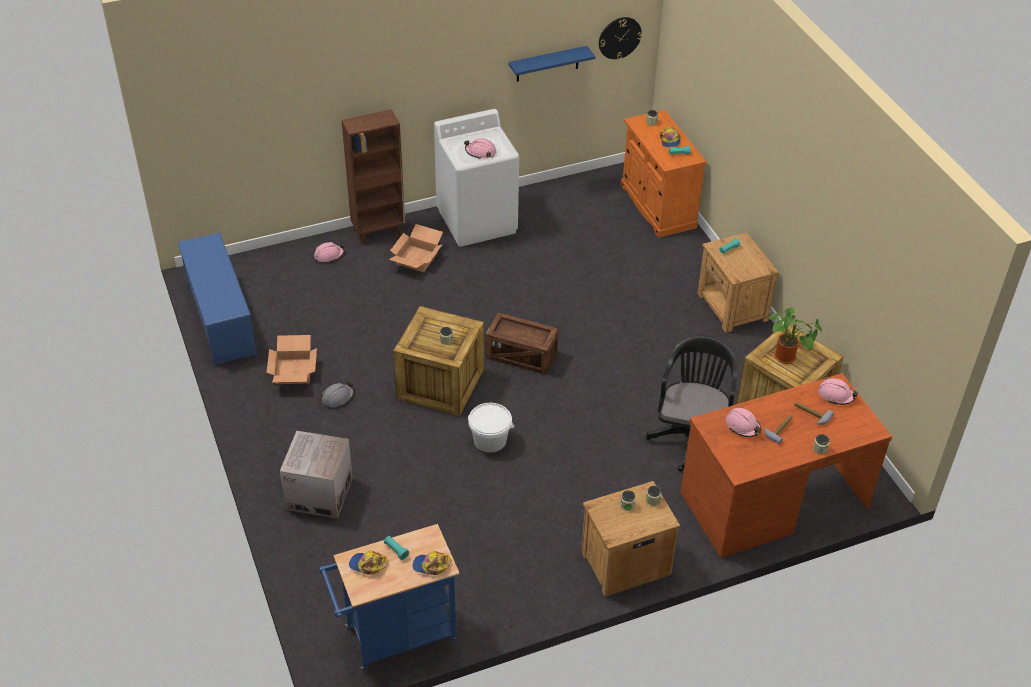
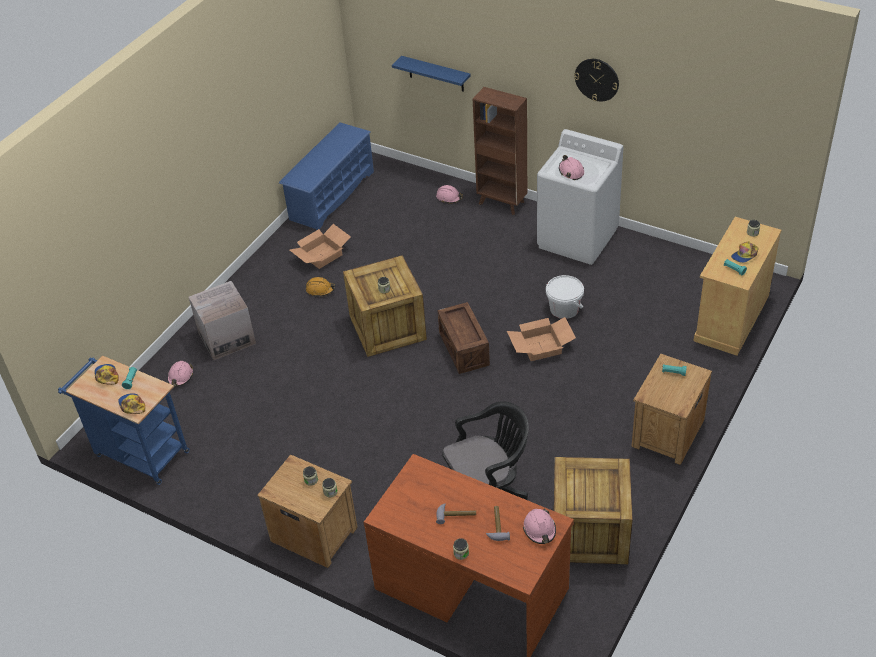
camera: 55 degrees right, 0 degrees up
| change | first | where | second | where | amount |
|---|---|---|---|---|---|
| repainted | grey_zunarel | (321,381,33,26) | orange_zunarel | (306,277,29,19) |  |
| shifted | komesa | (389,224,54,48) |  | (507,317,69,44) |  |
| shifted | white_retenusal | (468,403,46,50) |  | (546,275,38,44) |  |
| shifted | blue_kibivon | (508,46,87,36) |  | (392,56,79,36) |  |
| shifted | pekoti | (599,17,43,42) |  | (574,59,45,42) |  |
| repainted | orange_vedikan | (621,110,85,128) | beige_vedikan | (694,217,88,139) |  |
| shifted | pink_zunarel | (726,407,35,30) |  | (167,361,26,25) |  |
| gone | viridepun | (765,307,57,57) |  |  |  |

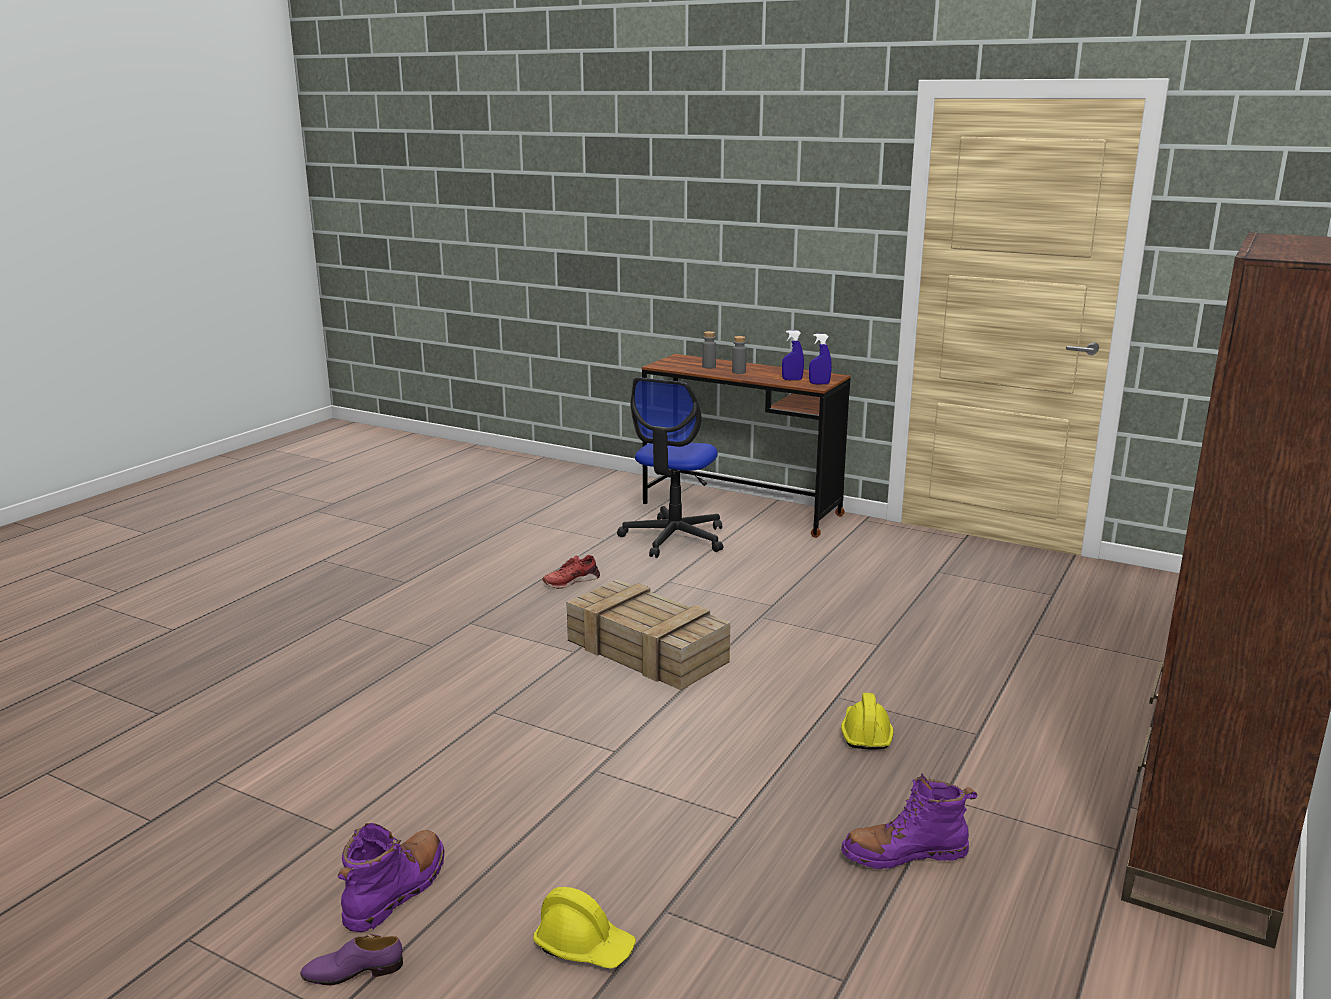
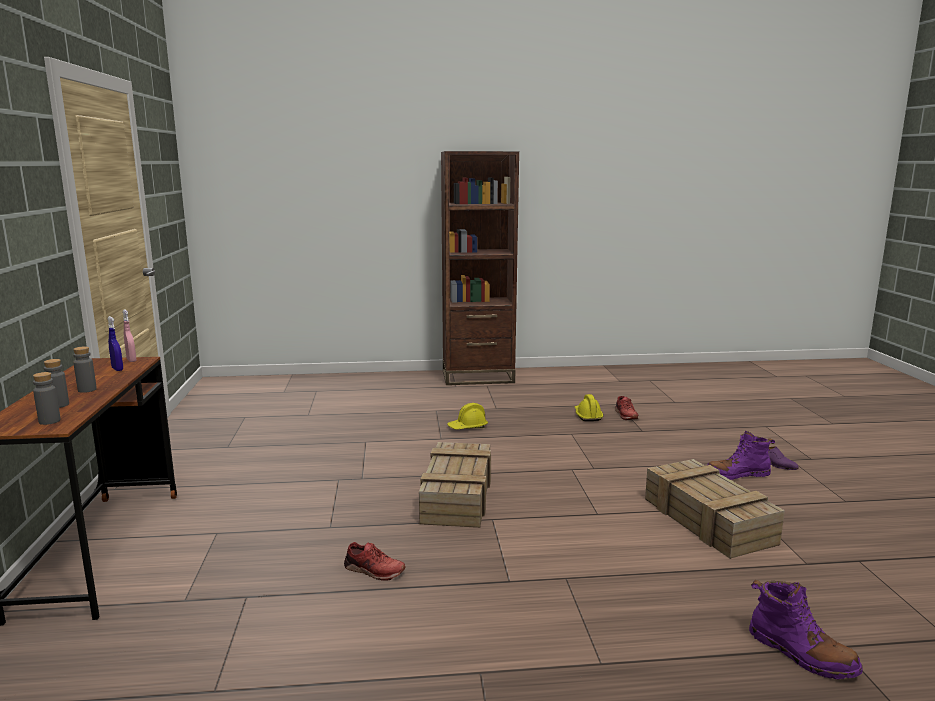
camera: 125 degrees left, 5 degrees down
| change | first | where | second | where | amount |
|---|---|---|---|---|---|
| shifted | yellow_zunarel | (533,887,103,81) |  | (575,394,28,27) |  |
| gone | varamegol | (617,377,106,181) |  |  |  |
| repainted | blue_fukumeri | (809,334,23,50) | pink_fukumeri | (123,310,13,52) |  |
| shifted | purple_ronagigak | (841,773,137,96) |  | (749,580,114,99) |  |
| new |  |  | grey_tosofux | (33,372,28,53) |  |
| new |  |  | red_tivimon | (615,396,23,24) |  |
| new |  |  | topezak | (645,459,140,100) |  |

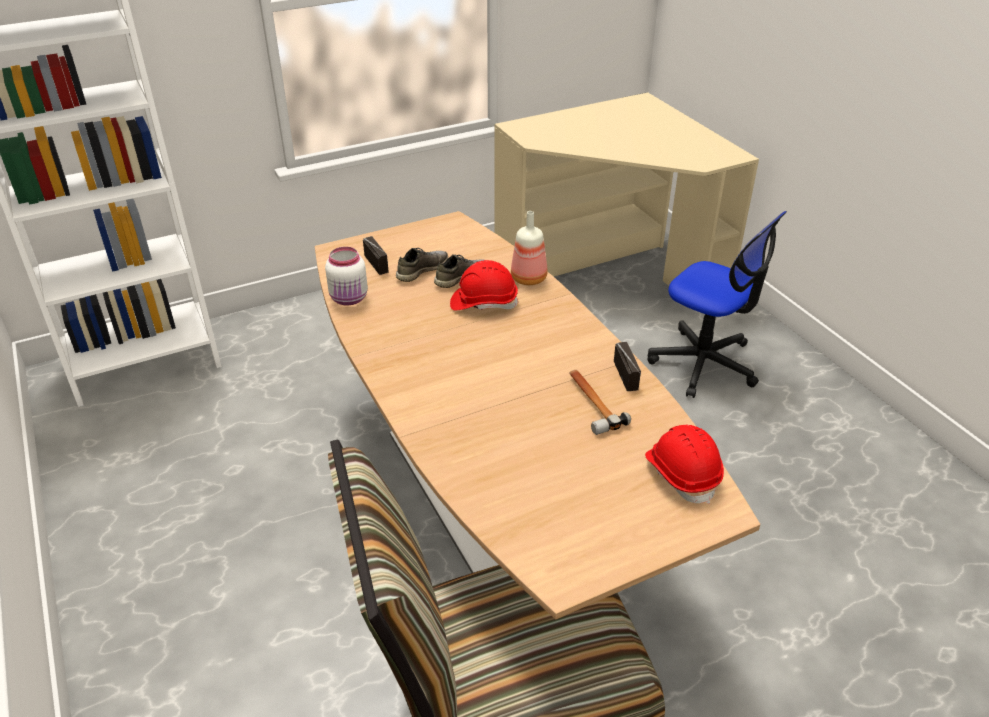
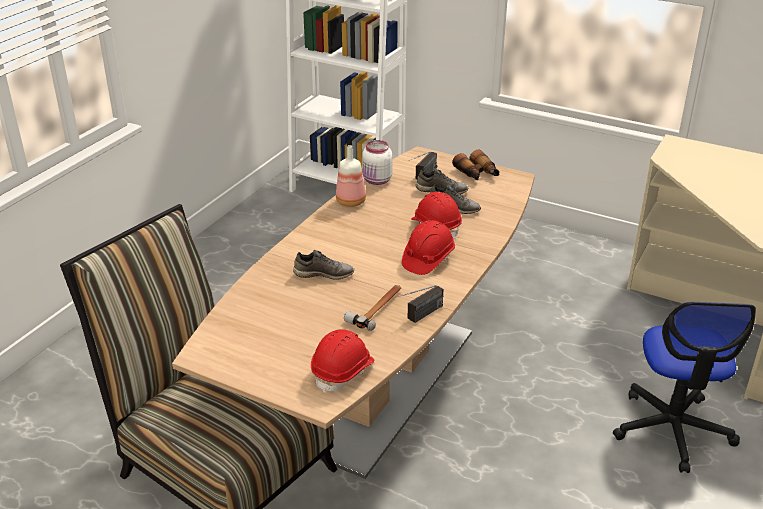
camera: 55 degrees right, 5 degrees down
| change | first | where | second | where | amount |
|---|---|---|---|---|---|
| shifted | tosofux | (511,211,37,74) |  | (336,145,30,62) |  |
| new |  |  | grey_tivimon | (293,250,61,30) |  |
| new |  |  | red_zunarel | (402,220,53,55) |  |
| new |  |  | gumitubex | (452,150,47,31) |  |

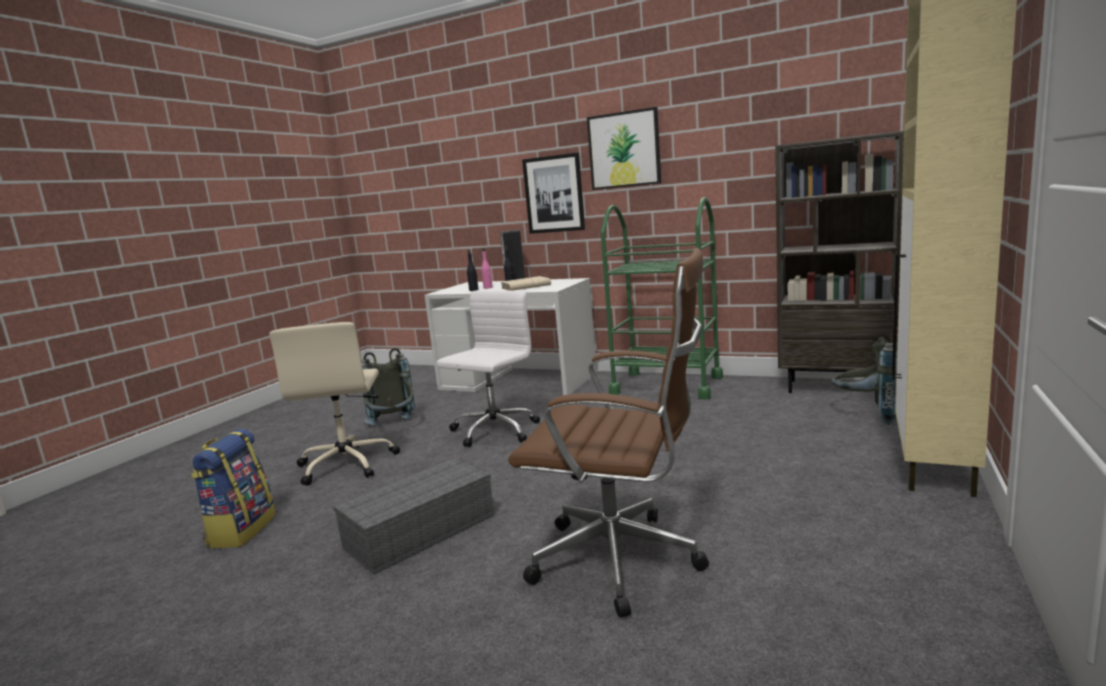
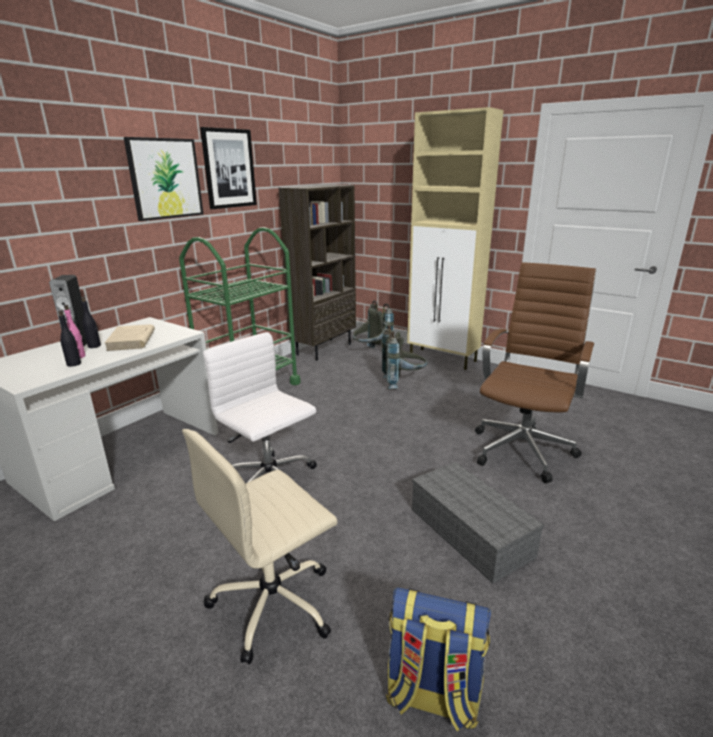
camera: 80 degrees left, 10 degrees up
| change | first | where | second | where | amount |
|---|---|---|---|---|---|
| rotated | beige_varamegol | (269,322,131,164) |  | (182,429,155,236) | 135 degrees clockwise |
| shifted | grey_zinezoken | (362,348,53,77) |  | (382,325,46,64) |  |
| shifted | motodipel | (522,153,63,81) |  | (200,127,57,82) |  |

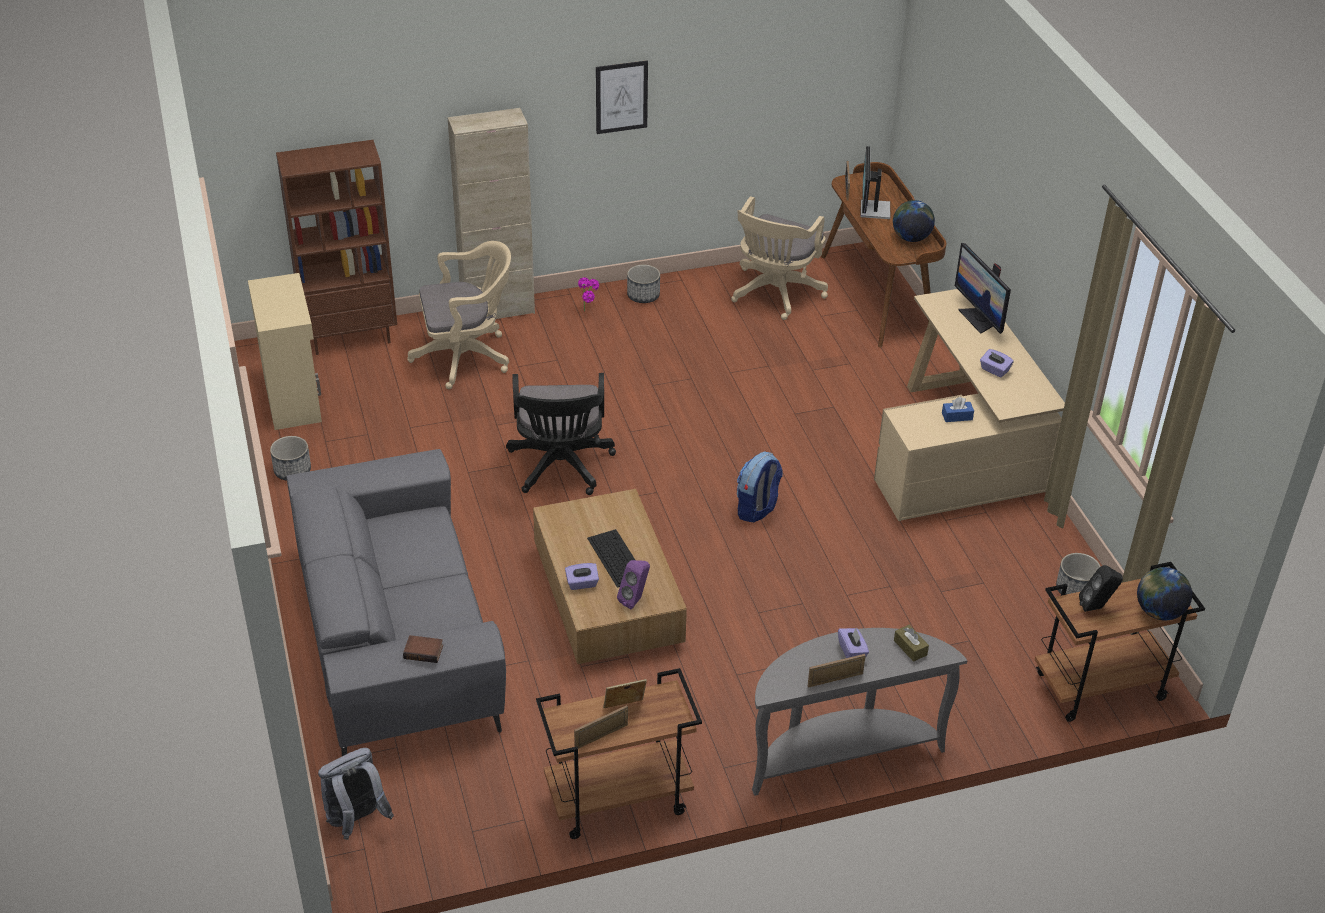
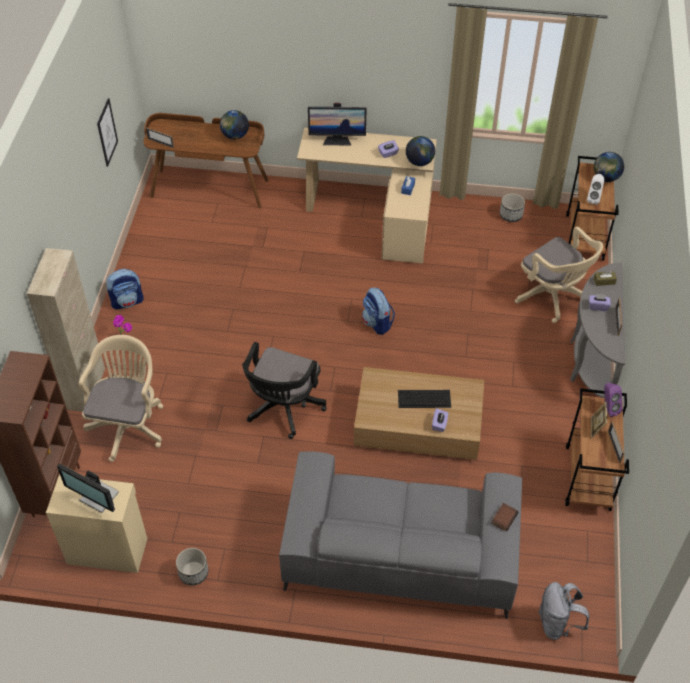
camera: 65 degrees left, 10 degrees up
| change | first | where | second | where | amount |
|---|---|---|---|---|---|
| rotated | black_varamegol | (506,373,110,122) |  | (242,342,84,97) | 90 degrees clockwise |
| shifted | motodipel | (596,60,52,74) |  | (97,98,21,69) |  |
| shifted | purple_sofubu | (617,560,33,49) |  | (604,383,18,34) |  |
| swapped | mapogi | (627,265,33,38) | zinezoken | (107,269,37,41) |  |
| shifted | beige_varamegol | (731,196,97,124) |  | (515,226,88,97) |  |
| shifted | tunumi | (860,146,30,73) |  | (57,463,62,50) |  |
| repainted | black_sofubu | (1079,565,44,47) | white_sofubu | (587,174,17,30) |  |
| new |  |  | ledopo | (406,136,29,30) |  |

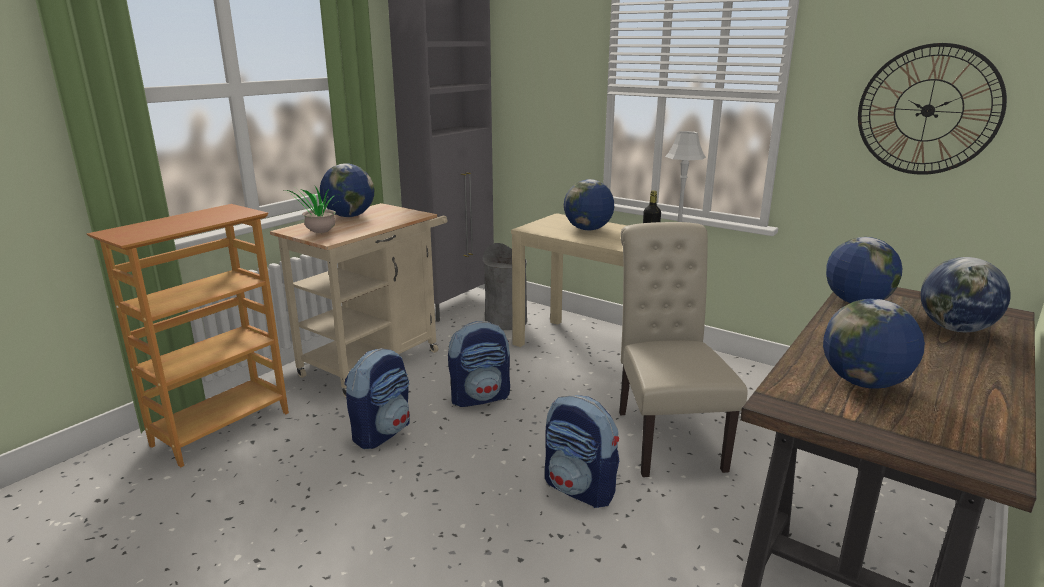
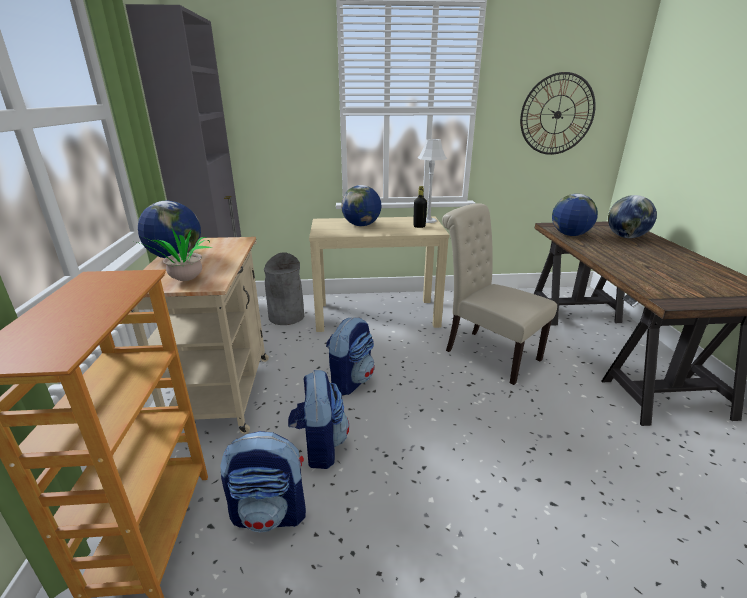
camera: 40 degrees left, 5 degrees up
| change | first | where | second | where | amount |
|---|---|---|---|---|---|
| shifted | zinezoken | (545,395,74,113) |  | (220,431,86,101) |  |
| gone | ledopo | (823,299,102,89) |  |  |  |

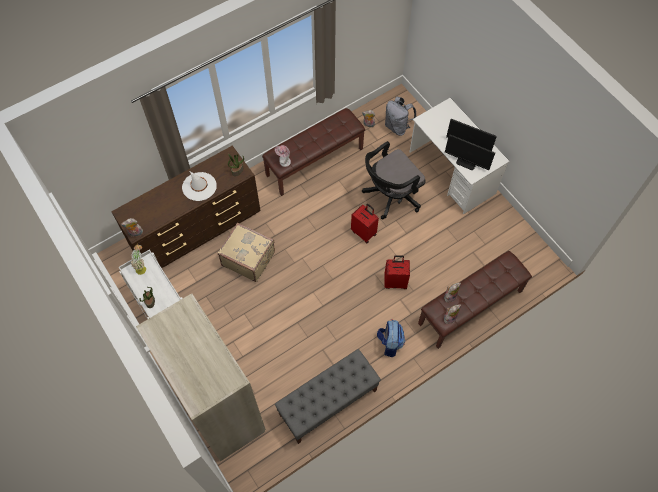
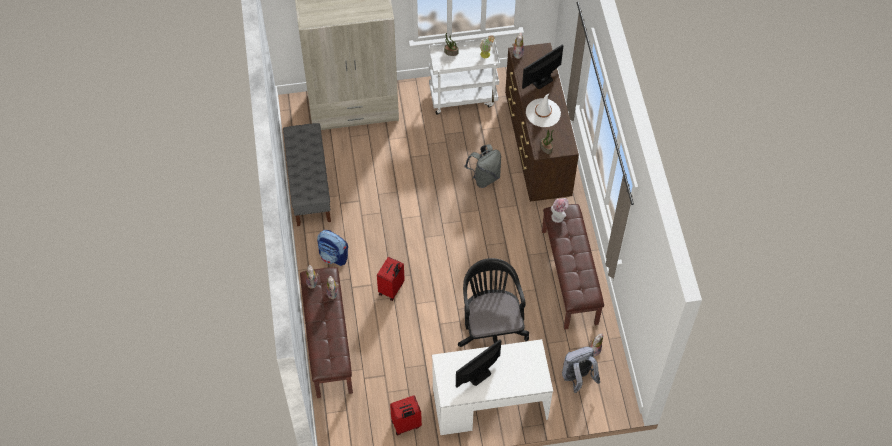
camera: 115 degrees right, 5 degrees down
| change | first | where | second | where | amount |
|---|---|---|---|---|---|
| swapped | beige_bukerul | (218,223,57,59) | grey_zinezoken | (465,144,36,44) |  |
| shifted | red_bukerul | (351,204,28,39) |  | (390,395,32,41) |  |
| shifted | tunumi | (445,134,50,36) |  | (522,45,41,44) |  |

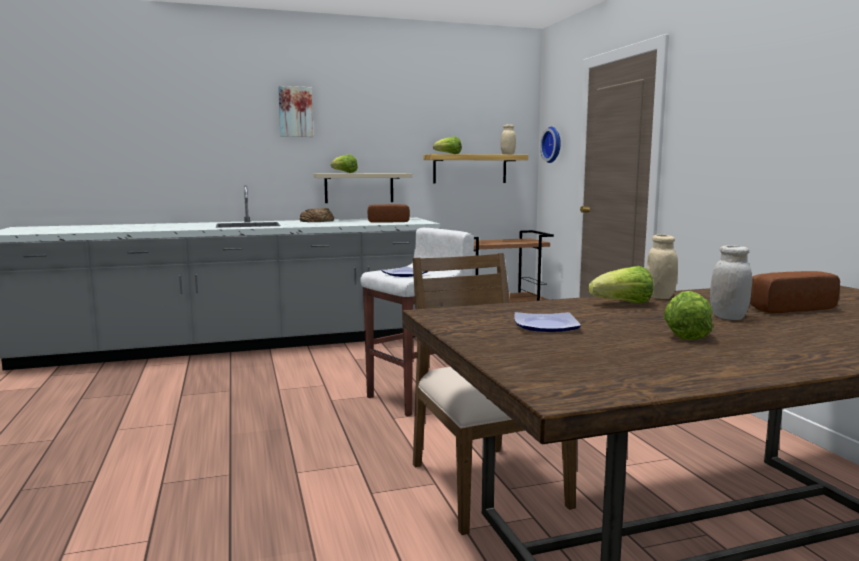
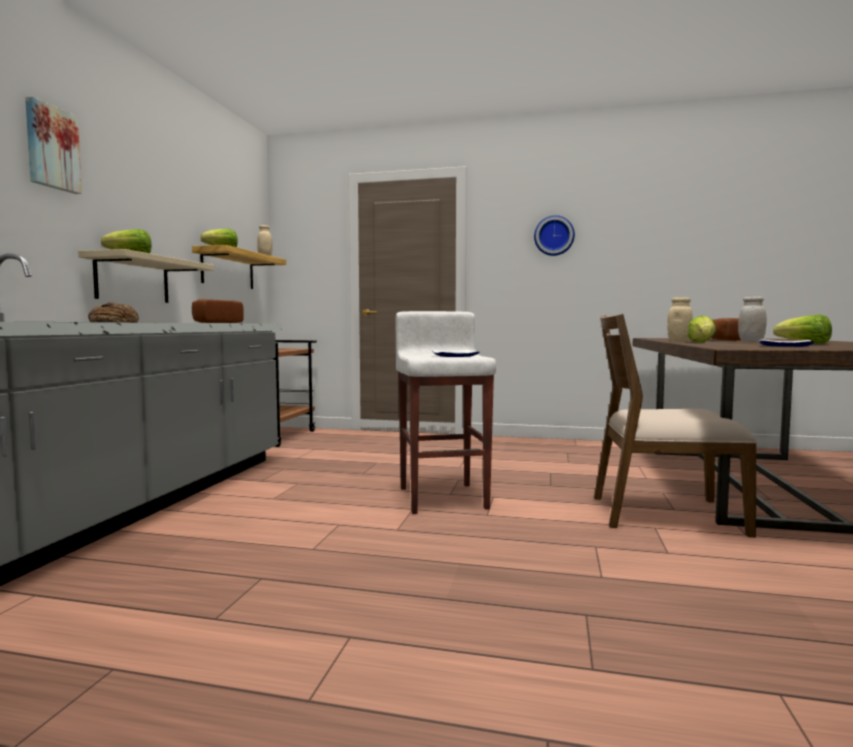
camera: 60 degrees left, 5 degrees down
| change | first | where | second | where | amount |
|---|---|---|---|---|---|
| shifted | pekoti | (540,127,21,36) |  | (534,215,41,41) |  |

